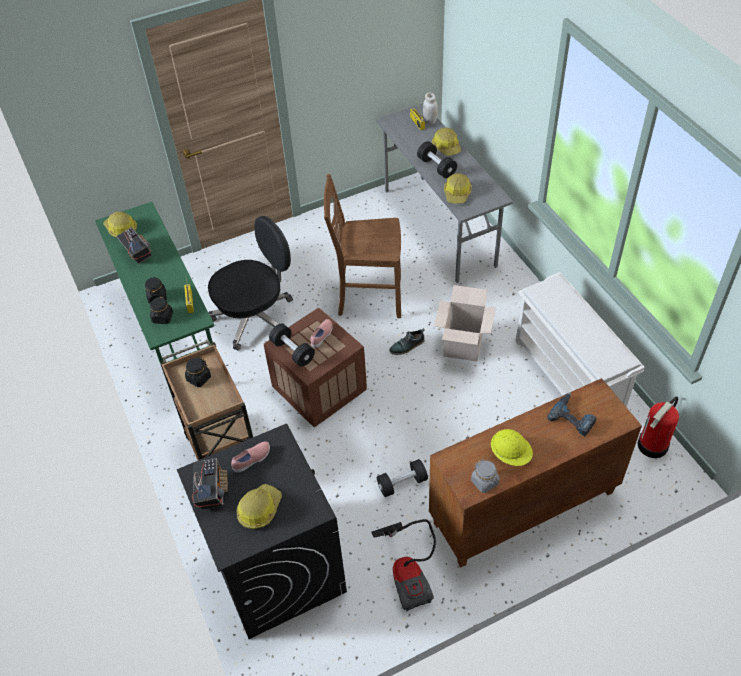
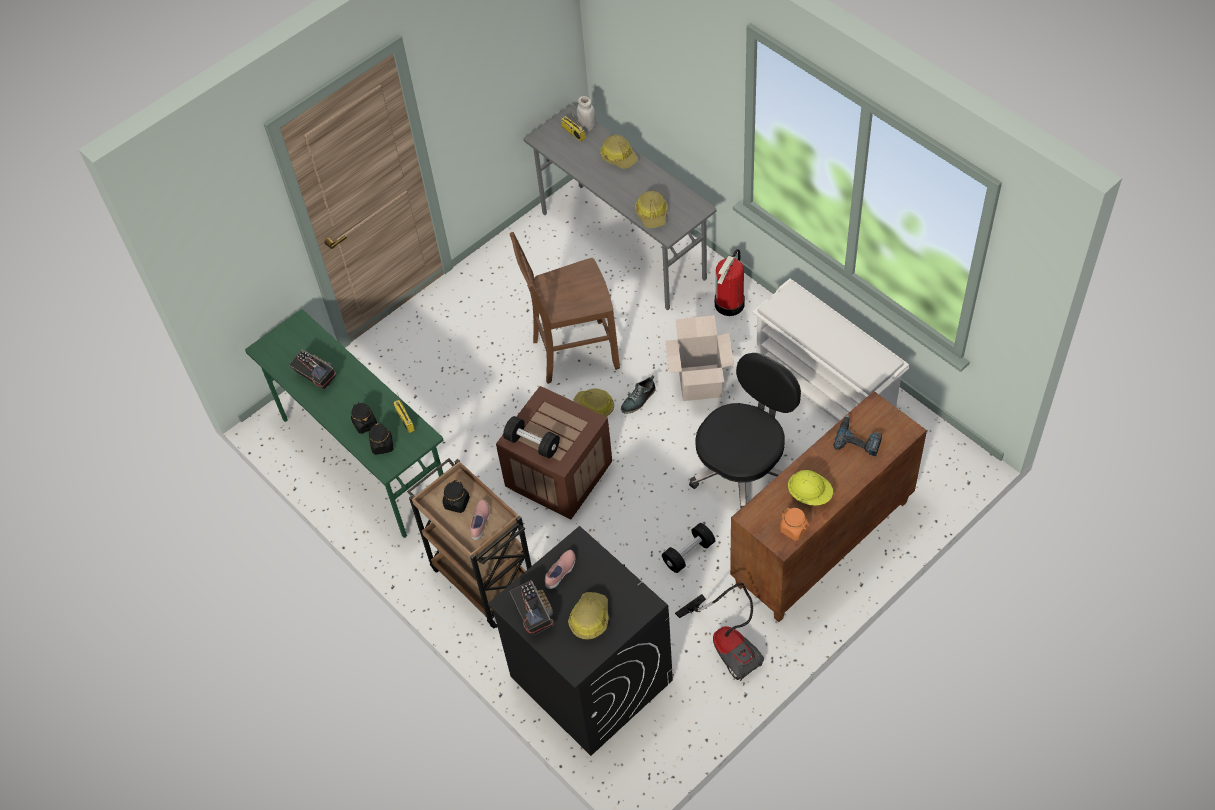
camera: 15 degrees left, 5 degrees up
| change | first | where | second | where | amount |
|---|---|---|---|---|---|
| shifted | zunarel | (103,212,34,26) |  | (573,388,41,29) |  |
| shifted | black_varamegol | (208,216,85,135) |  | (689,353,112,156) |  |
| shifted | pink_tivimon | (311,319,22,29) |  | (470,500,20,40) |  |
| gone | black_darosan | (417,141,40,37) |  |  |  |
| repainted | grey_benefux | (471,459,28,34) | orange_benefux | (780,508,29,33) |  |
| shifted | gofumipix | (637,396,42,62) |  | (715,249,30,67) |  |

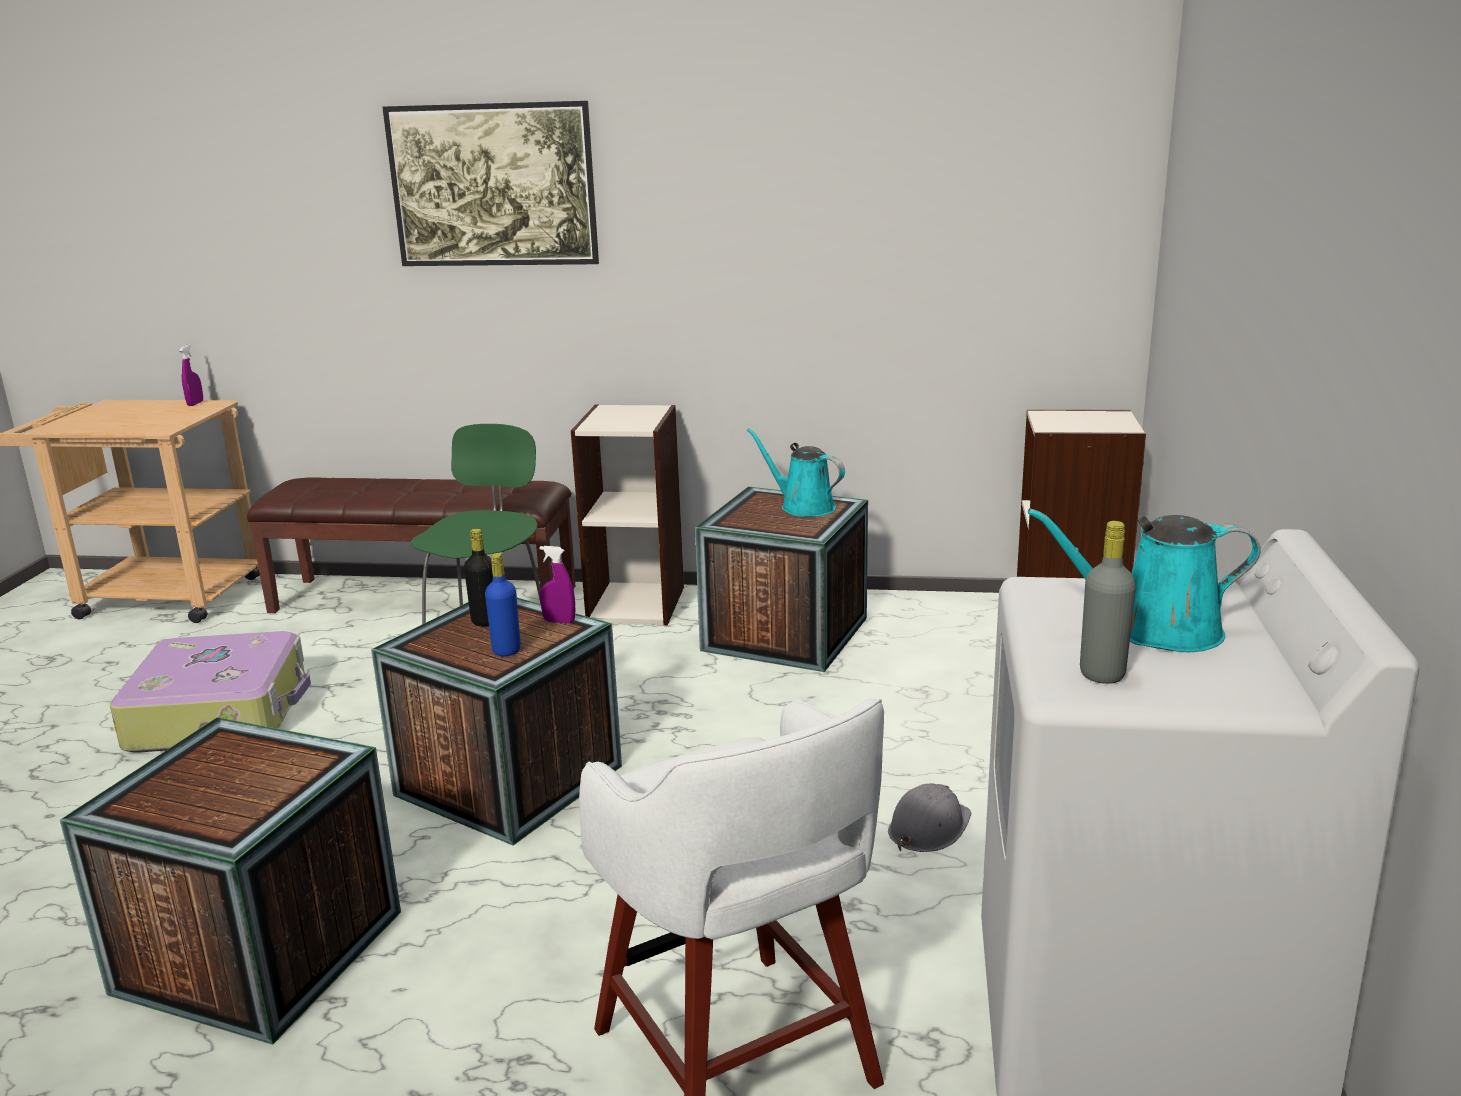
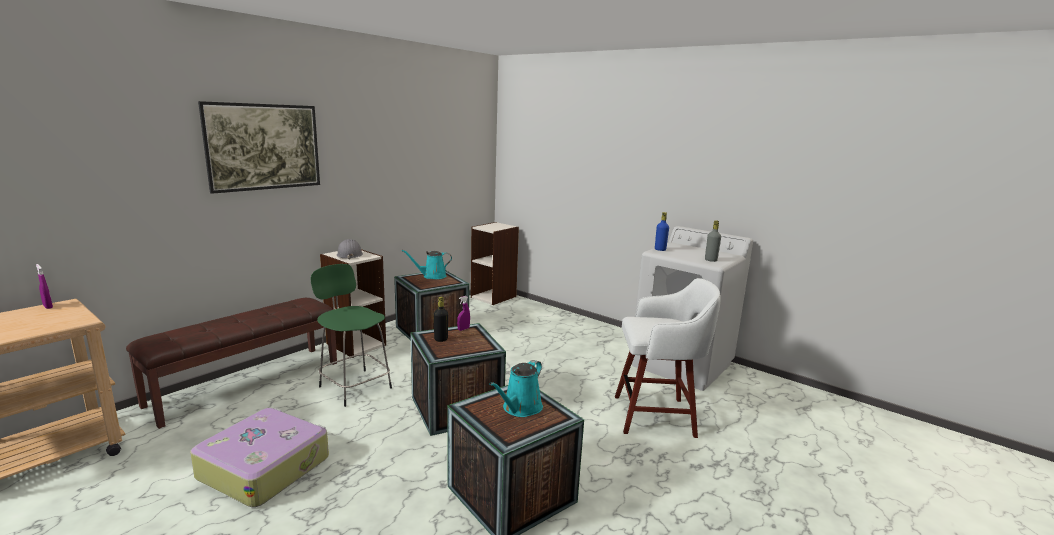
camera: 60 degrees left, 5 degrees down
| change | first | where | second | where | amount |
|---|---|---|---|---|---|
| shifted | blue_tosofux | (485,553,36,103) |  | (655,212,14,39) |  |
| shifted | grey_zunarel | (888,783,83,69) |  | (337,239,26,21) |  |
| shifted | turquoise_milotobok | (1027,508,234,144) |  | (489,360,54,57) |  |

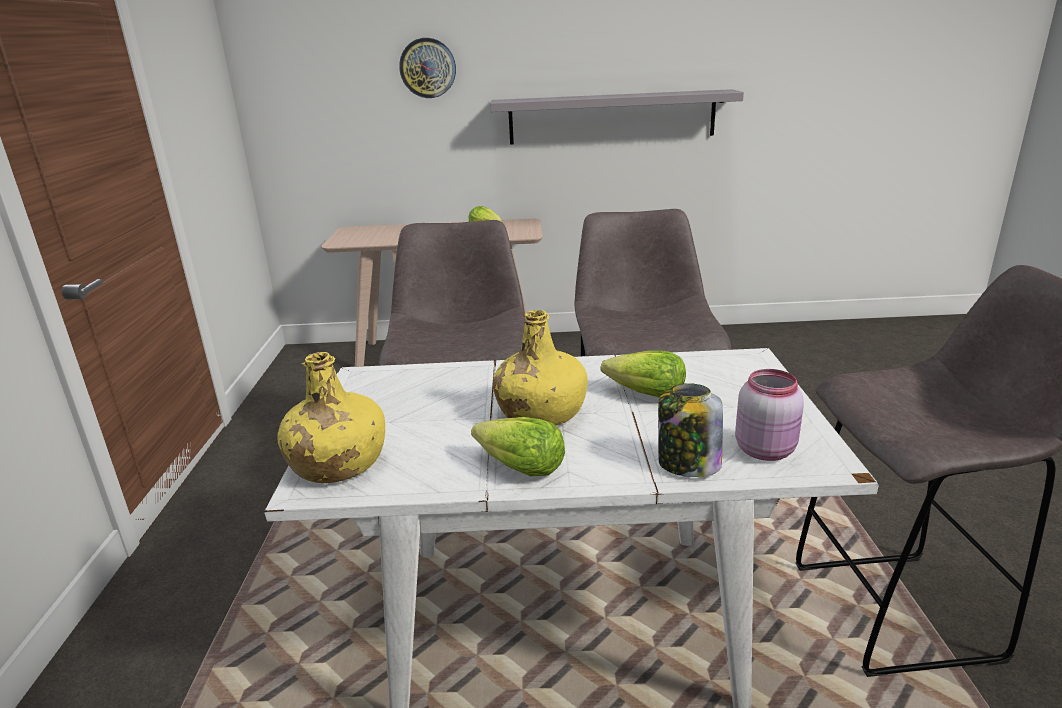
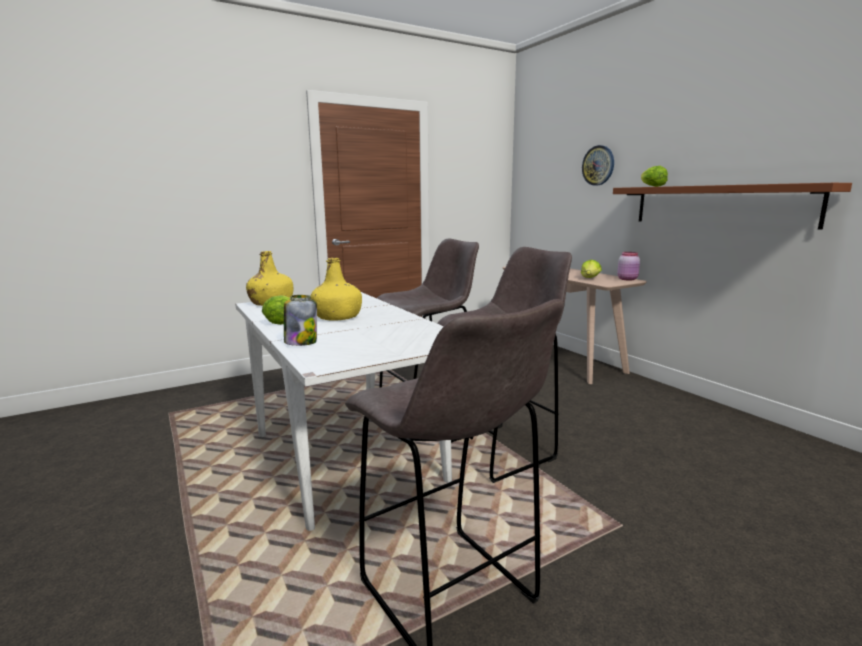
camera: 60 degrees right, 10 degrees down
| change | first | where | second | where | amount |
|---|---|---|---|---|---|
| repainted | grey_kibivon | (490,89,254,56) | brown_kibivon | (613,183,239,47) |  |
| shifted | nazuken | (601,351,85,47) |  | (641,166,27,21) |  |
| shifted | pink_benefux | (735,369,69,92) |  | (617,252,23,28) |  |

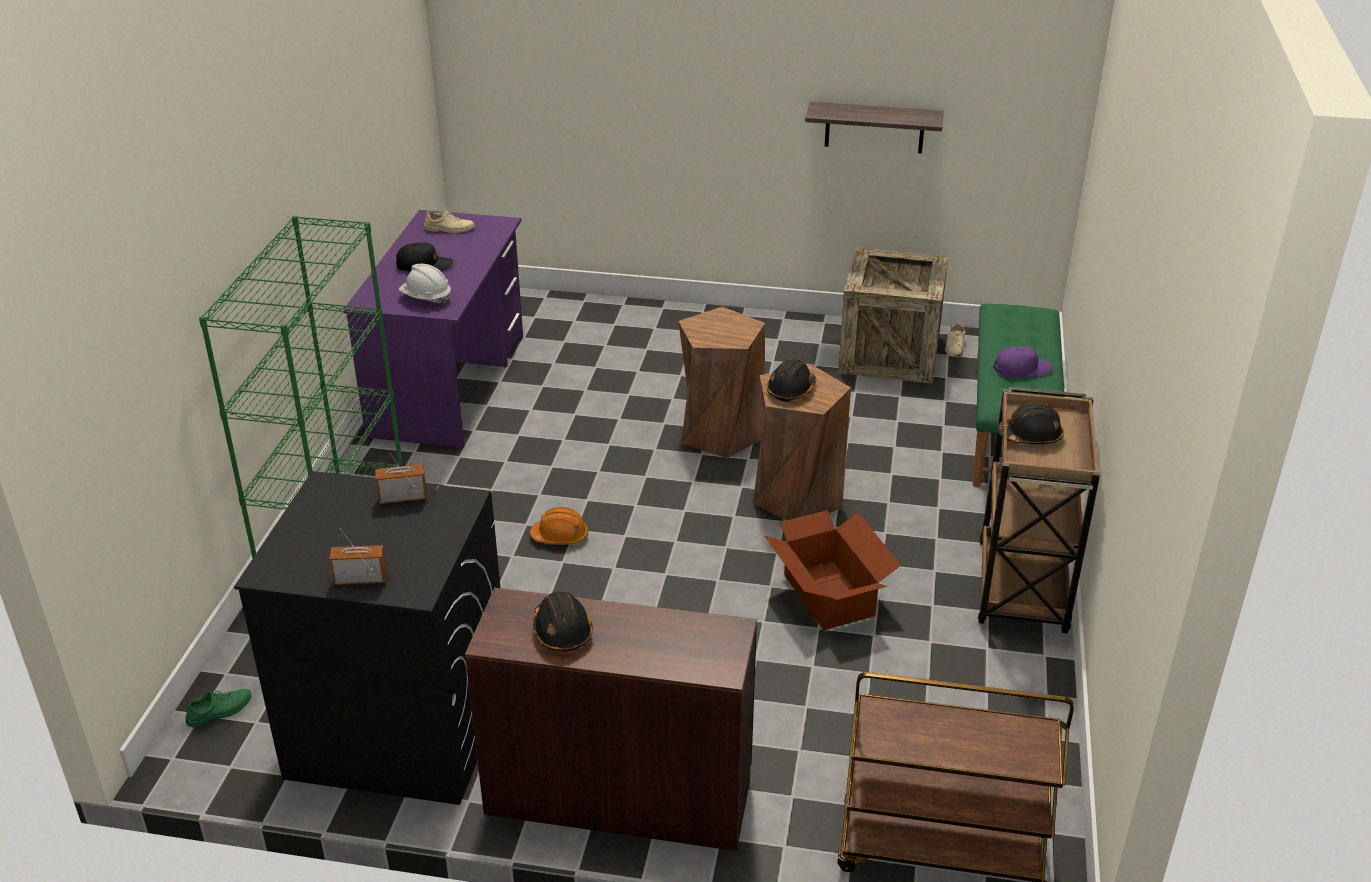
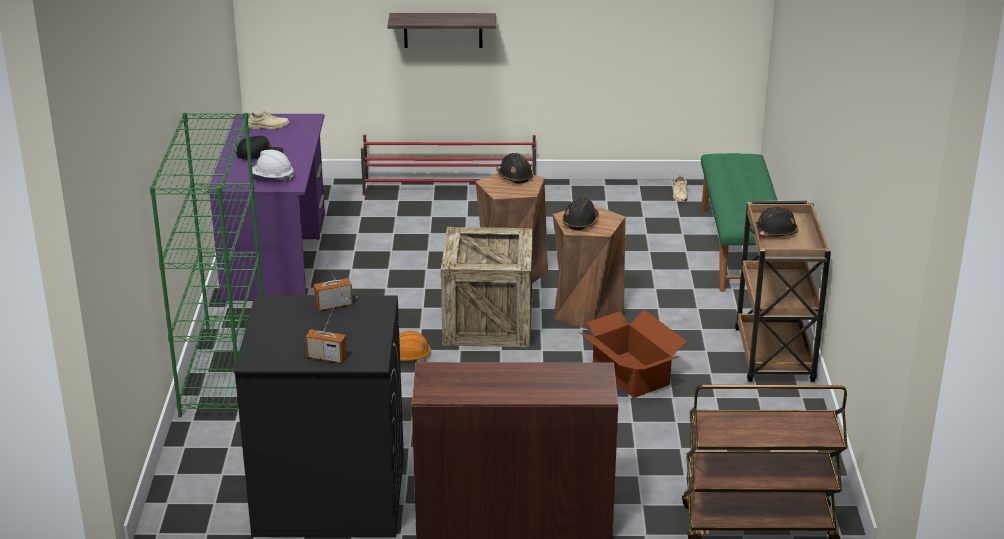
camera: 10 degrees left, 5 degrees down
| change | first | where | second | where | amount |
|---|---|---|---|---|---|
| gone | green_tivimon | (186,689,65,38) |  |  |  |
| rotated | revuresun | (329,528,58,57) |  | (305,307,42,56) | 150 degrees counterclockwise |
| shifted | black_zunarel | (532,592,61,60) |  | (496,153,37,31) |  |
| shifted | kibivon | (805,102,139,51) |  | (387,13,109,35) |  |
| shifted | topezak | (838,247,110,137) |  | (441,227,92,120) |  |
| gone | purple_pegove | (993,346,59,31) |  |  |  |
| new |  |  | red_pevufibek | (361,135,175,61) |  |

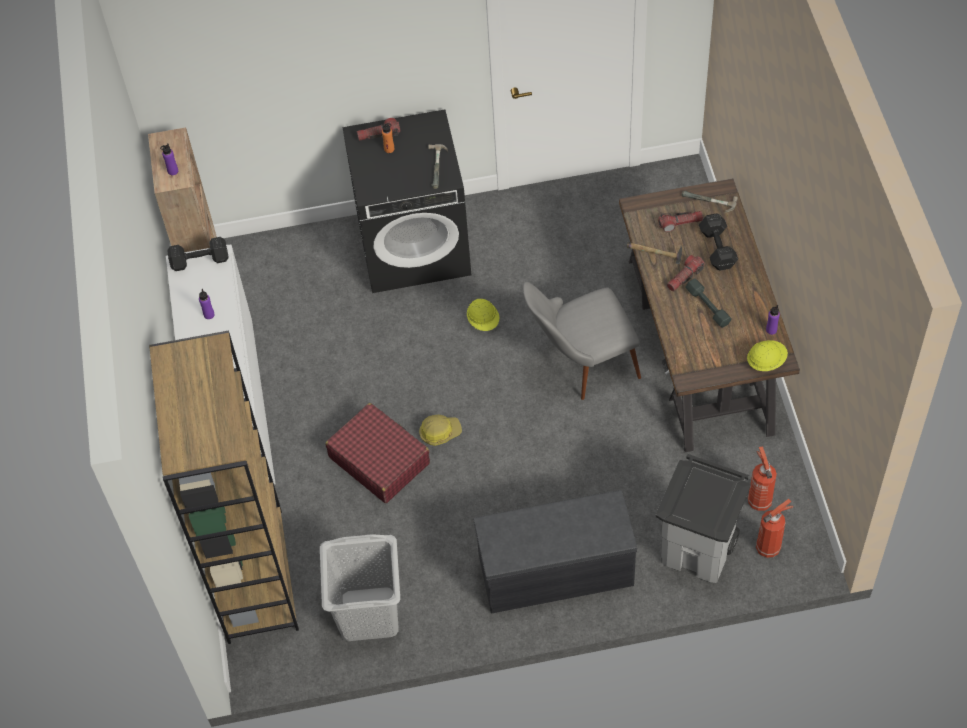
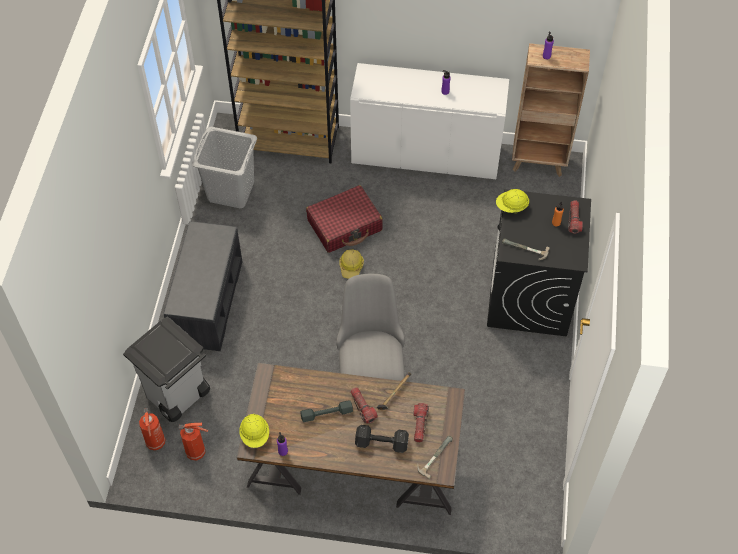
camera: 105 degrees right, 0 degrees up
| change | first | where | second | where | amount |
|---|---|---|---|---|---|
| gone | black_darosan | (167,237,62,34) |  |  |  |
| shifted | yellow_zunarel | (467,299,33,32) |  | (496,189,33,25) |  |

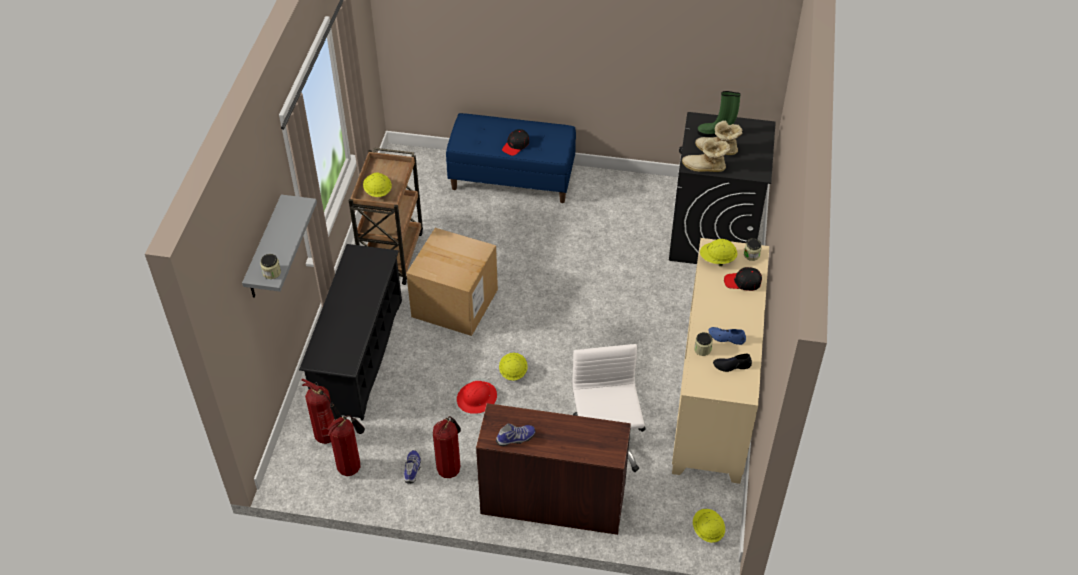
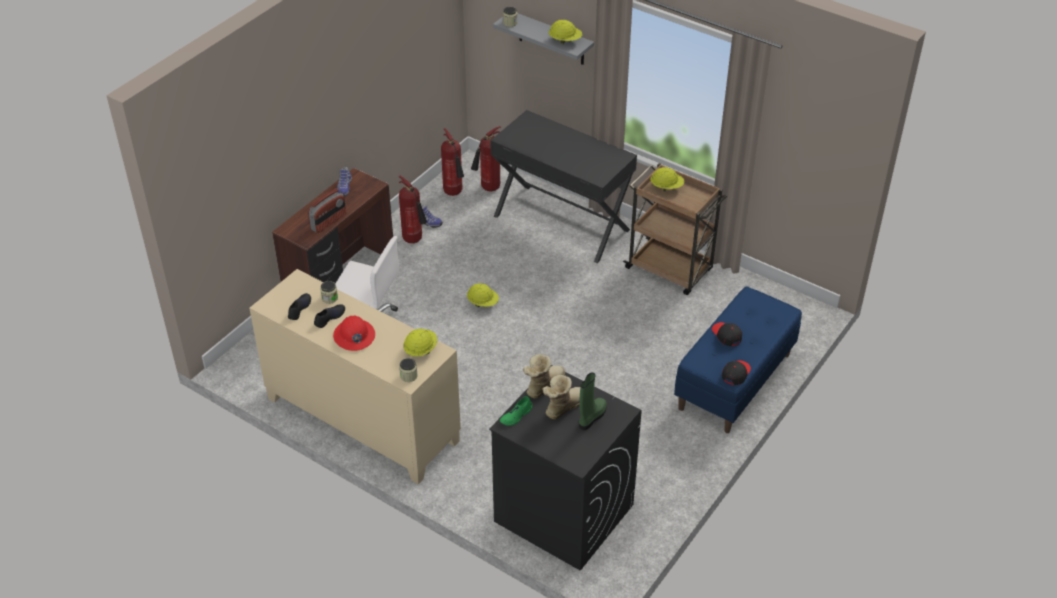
camera: 115 degrees right, 5 degrees down
| change | first | where | second | where | amount |
|---|---|---|---|---|---|
| swapped | black_pevufibek | (299,244,103,177) | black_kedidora | (490,110,147,153) |  |
| gone | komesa | (406,228,92,108) |  |  |  |
| shifted | red_zunarel | (457,381,40,33) |  | (333,315,42,36) |  |
| shifted | yellow_zunarel | (693,509,32,34) |  | (549,20,33,24) |  |
| repainted | blue_tivimon | (708,327,38,18) | black_tivimon | (314,304,31,24) |  |
| shifted | black_pegove | (724,267,38,24) |  | (722,360,29,25) |  |
| new |  |  | revuresun | (308,188,38,45) |  |
| new |  |  | green_tivimon | (500,396,32,29) |  |

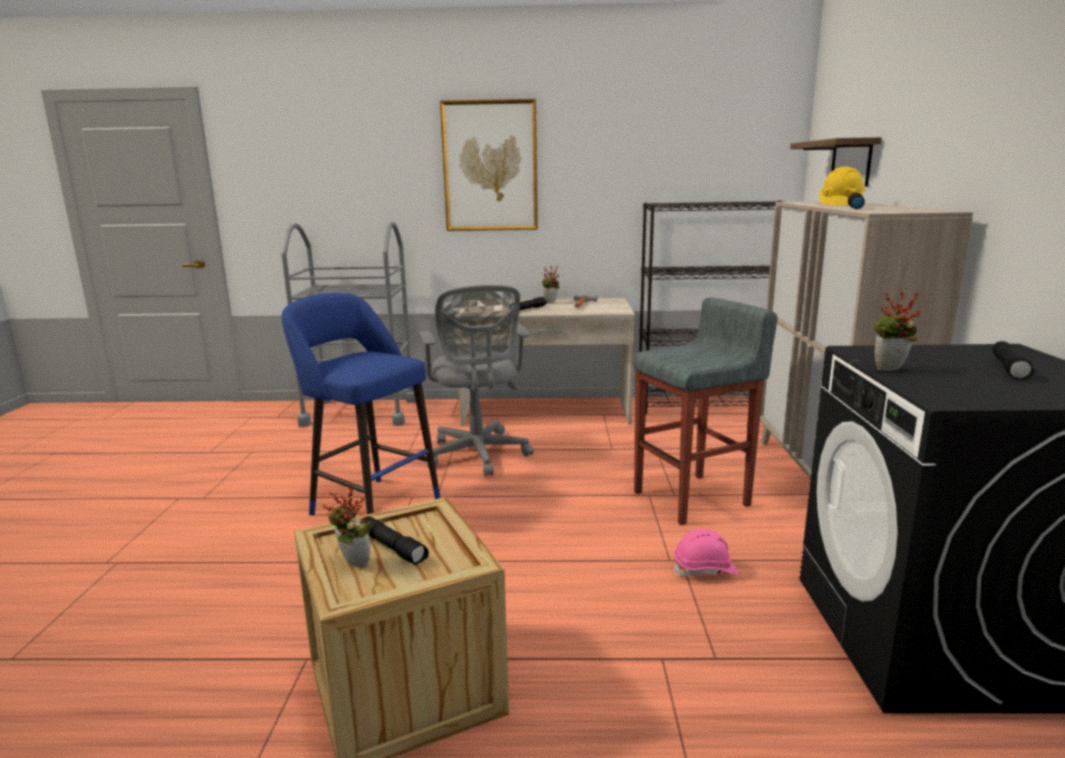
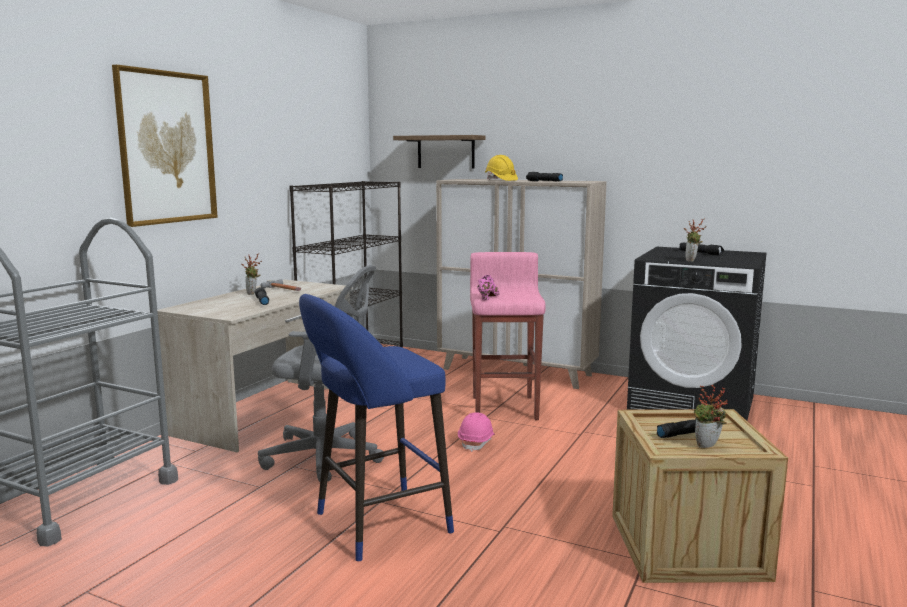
camera: 65 degrees left, 5 degrees down
| change | first | where | second | where | amount |
|---|---|---|---|---|---|
| repainted | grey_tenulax | (633,297,144,228) | pink_tenulax | (470,252,76,168) |  |
| shifted | pink_zunarel | (674,529,64,48) |  | (458,412,37,40) |  |
| new |  |  | pink_tivimon | (477,275,23,25) |  |

